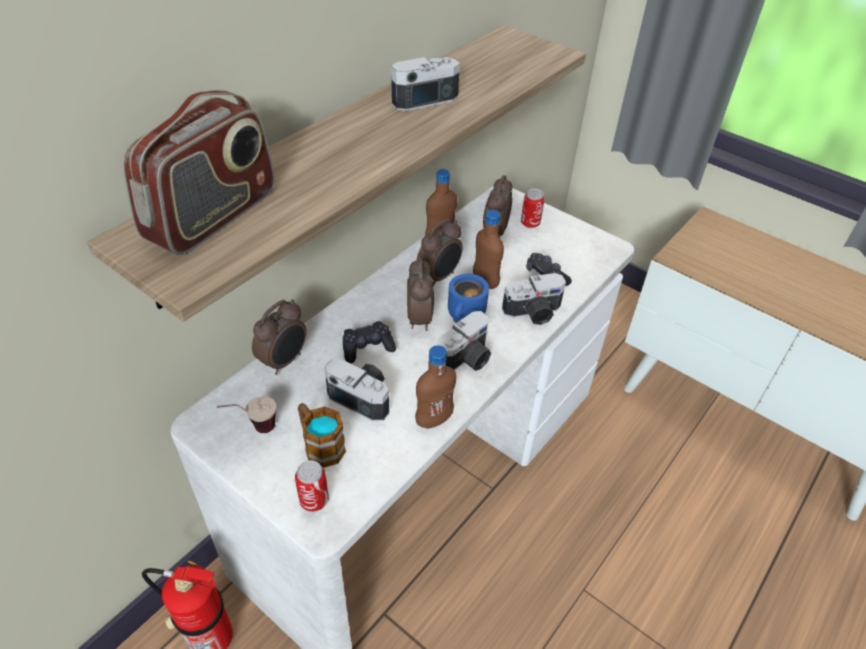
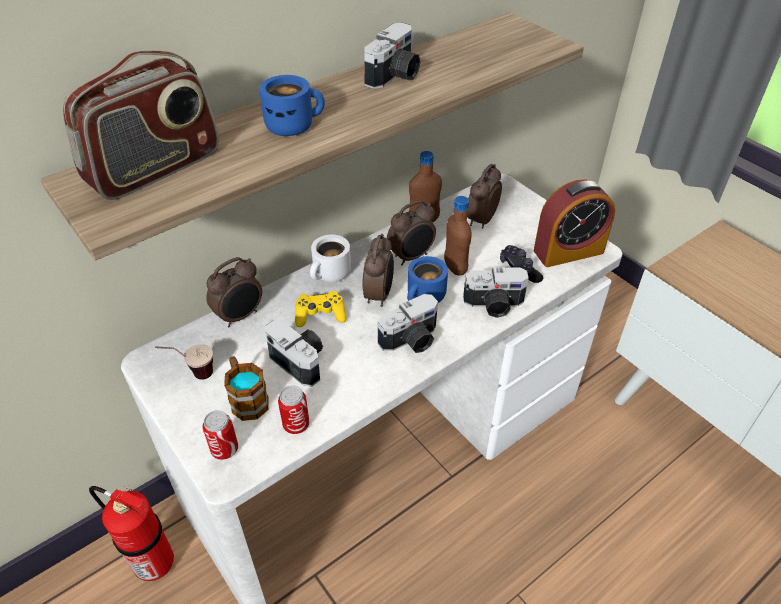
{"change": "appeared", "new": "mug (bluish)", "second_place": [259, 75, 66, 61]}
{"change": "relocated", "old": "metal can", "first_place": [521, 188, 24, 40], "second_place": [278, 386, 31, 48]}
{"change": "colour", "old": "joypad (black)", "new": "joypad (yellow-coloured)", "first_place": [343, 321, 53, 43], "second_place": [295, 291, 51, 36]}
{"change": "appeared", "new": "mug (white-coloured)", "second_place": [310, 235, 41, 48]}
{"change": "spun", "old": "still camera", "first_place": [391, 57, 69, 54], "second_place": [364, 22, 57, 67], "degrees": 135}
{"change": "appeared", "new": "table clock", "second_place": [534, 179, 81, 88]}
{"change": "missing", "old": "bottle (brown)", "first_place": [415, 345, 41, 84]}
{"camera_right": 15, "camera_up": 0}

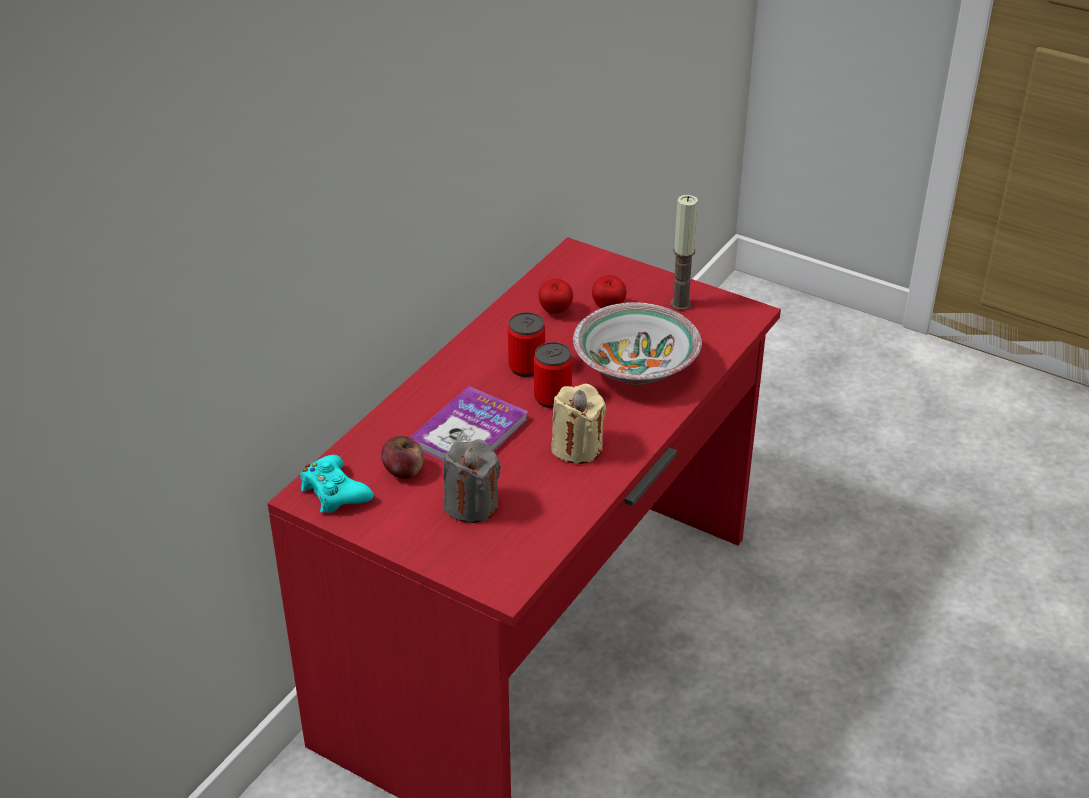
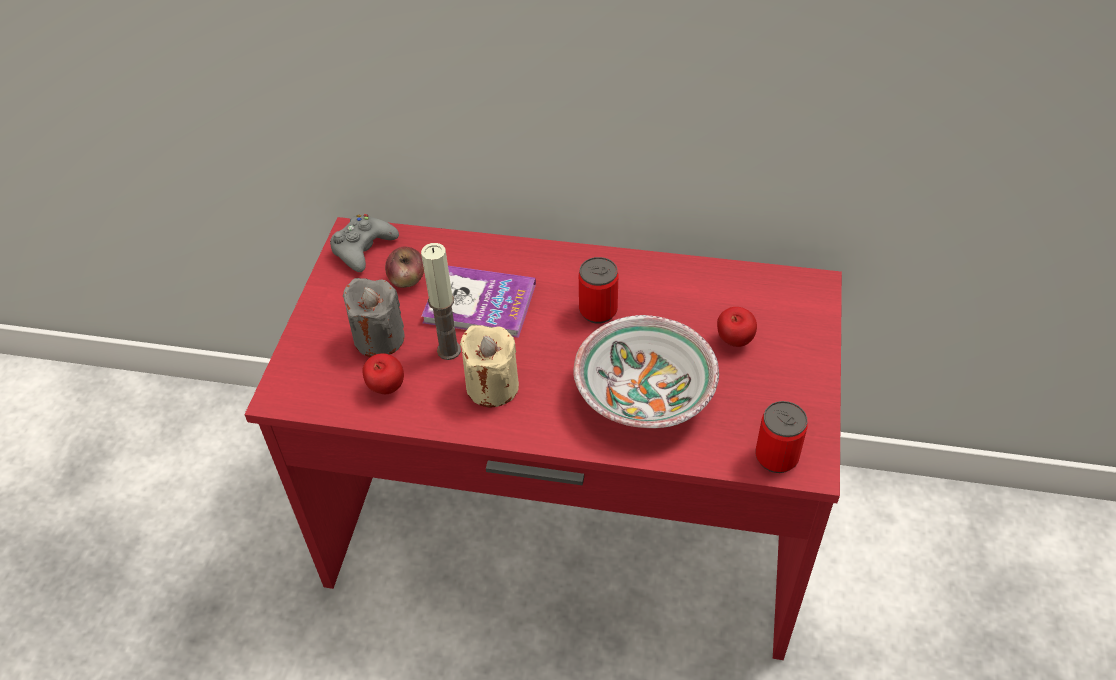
{"change": "colour", "old": "joypad (turquoise-coloured)", "new": "joypad (greyish)", "first_place": [300, 455, 74, 58], "second_place": [330, 214, 69, 58]}
{"change": "relocated", "old": "whole apple", "first_place": [539, 279, 34, 35], "second_place": [362, 353, 42, 41]}
{"change": "relocated", "old": "candle", "first_place": [670, 195, 28, 116], "second_place": [421, 243, 40, 117]}
{"change": "relocated", "old": "metal can", "first_place": [534, 342, 38, 66], "second_place": [755, 401, 53, 72]}
{"camera_right": 70, "camera_up": 10}

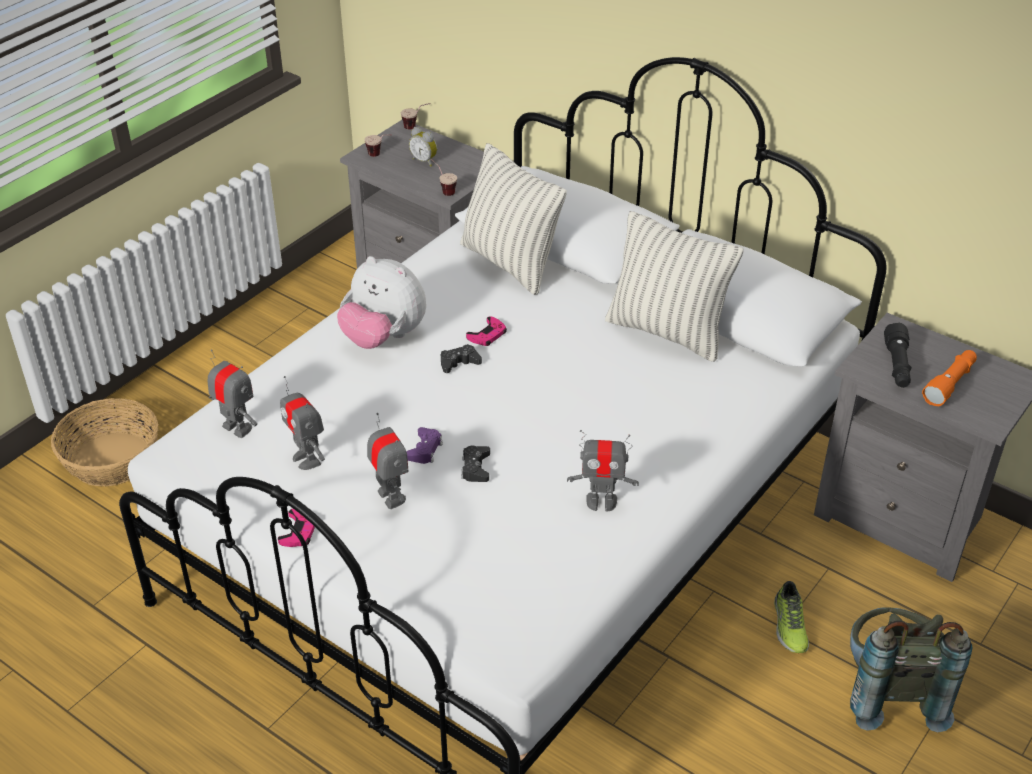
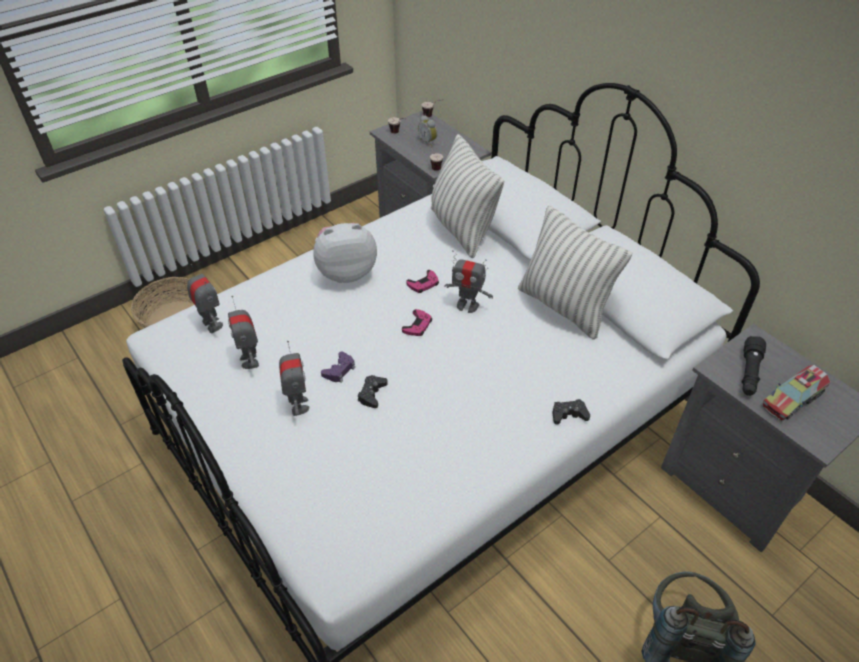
{"change": "spun", "old": "cuddly toy", "first_place": [337, 256, 89, 93], "second_place": [313, 223, 64, 60], "degrees": 120}
{"change": "relocated", "old": "joypad (pink-coloured)", "first_place": [278, 509, 37, 38], "second_place": [402, 309, 30, 27]}
{"change": "relocated", "old": "robot figure", "first_place": [567, 430, 72, 82], "second_place": [444, 250, 49, 63]}
{"change": "relocated", "old": "joypad (black)", "first_place": [441, 344, 41, 29], "second_place": [552, 399, 38, 26]}
{"change": "exchanged", "old": "flashlight (orange)", "new": "toy lorry", "first_place": [922, 350, 55, 57], "second_place": [762, 365, 69, 56]}
{"change": "missing", "old": "item of footwear", "first_place": [774, 581, 35, 72]}
{"camera_right": 15, "camera_up": 5}

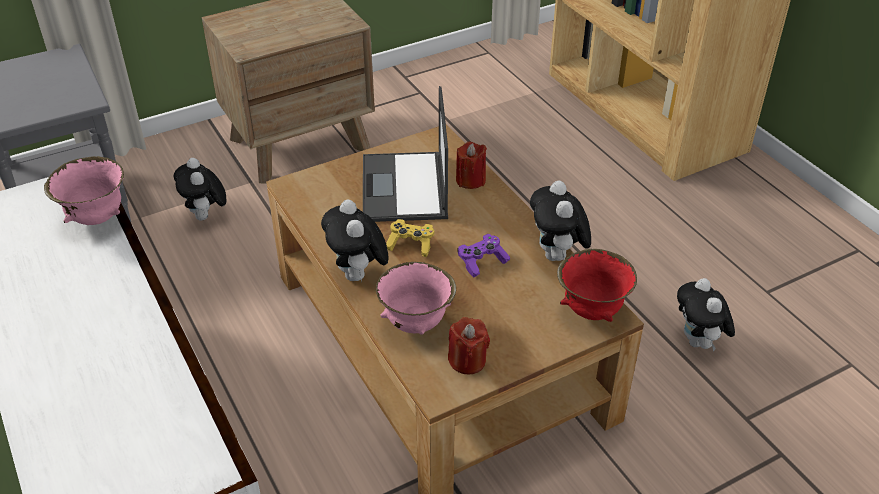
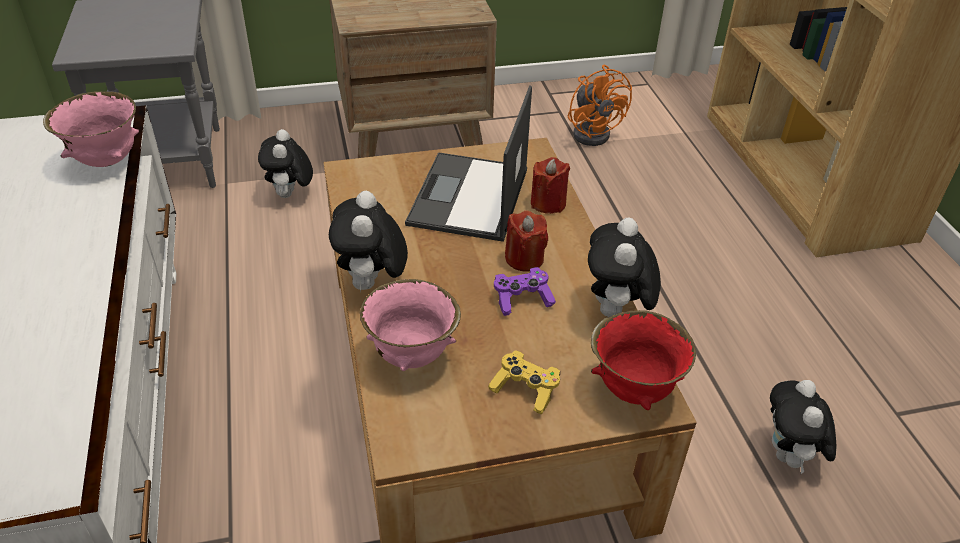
{"change": "relocated", "old": "joypad (yellow-coloured)", "first_place": [386, 219, 48, 38], "second_place": [488, 351, 72, 64]}
{"change": "relocated", "old": "candle (red-coloured)", "first_place": [448, 317, 42, 57], "second_place": [505, 210, 43, 61]}
{"change": "appeared", "new": "fan (orange)", "second_place": [568, 65, 64, 81]}
{"camera_right": 15, "camera_up": 0}

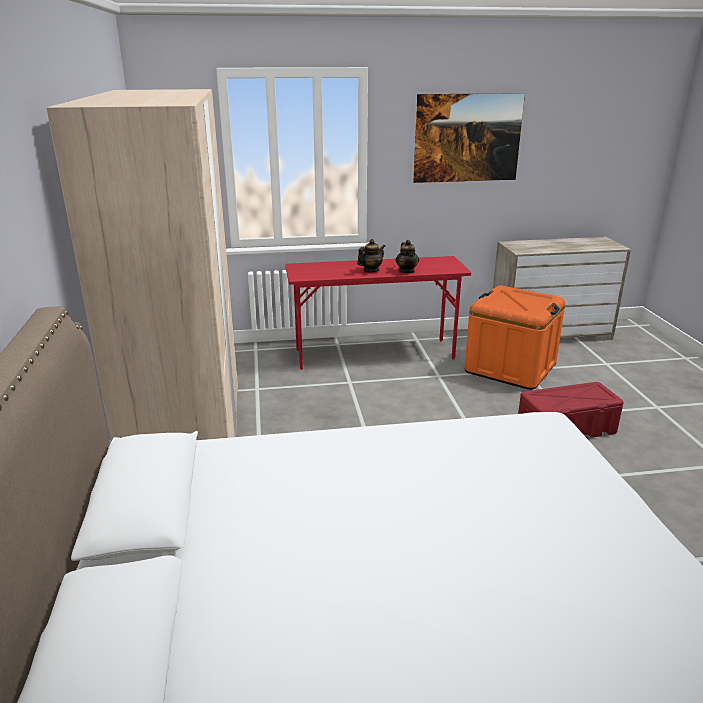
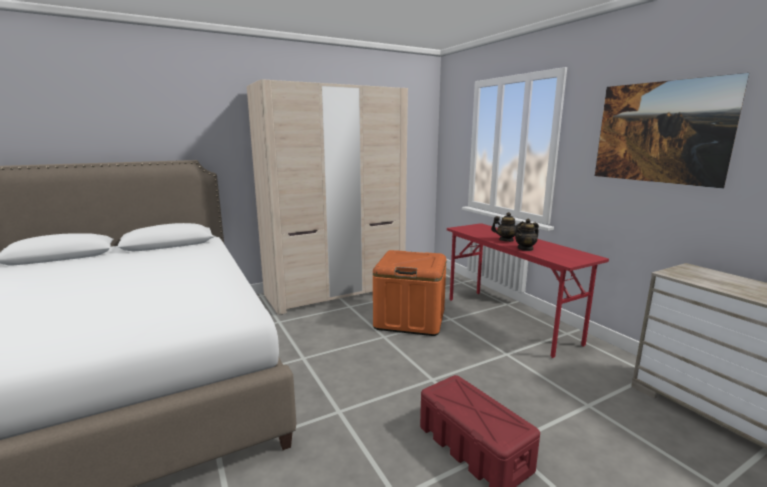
{"change": "relocated", "old": "storage bin (orange)", "first_place": [464, 285, 101, 105], "second_place": [373, 250, 73, 86]}
{"camera_right": 70, "camera_up": -10}

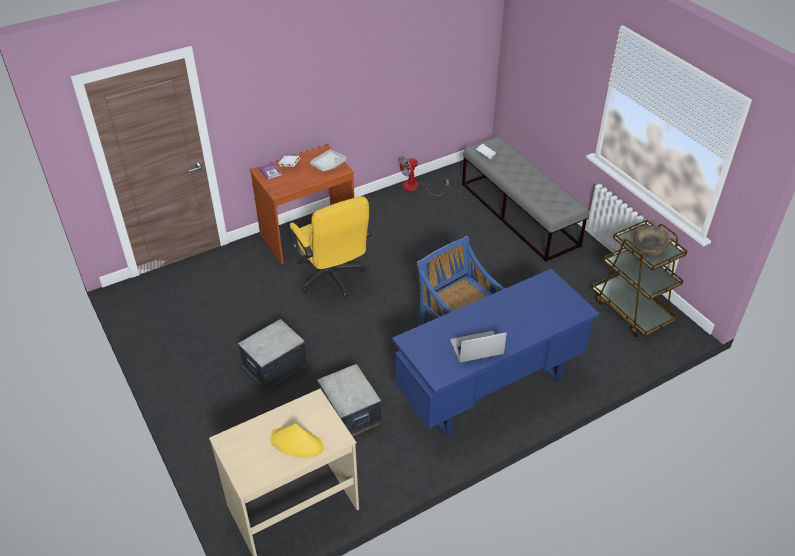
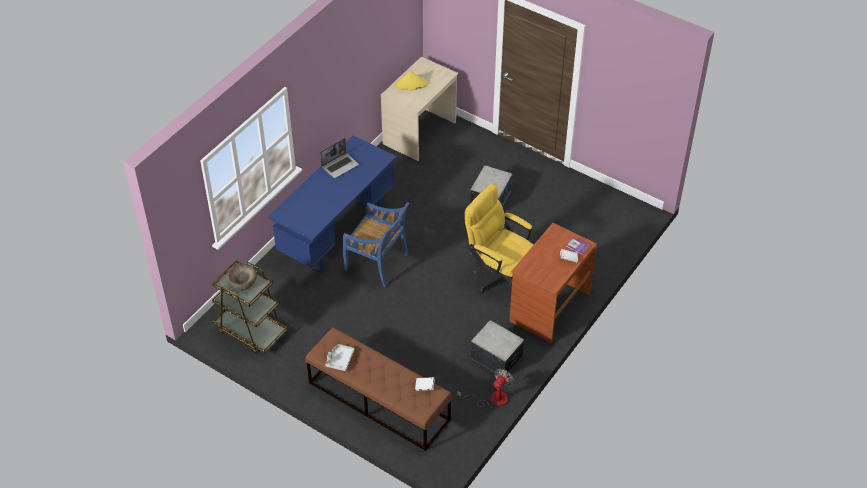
{"change": "colour", "old": "long seat (greyish)", "new": "long seat (brown)", "first_place": [462, 137, 127, 125], "second_place": [306, 327, 146, 124]}
{"change": "relocated", "old": "carrying tray (greyish)", "first_place": [310, 149, 36, 22], "second_place": [325, 344, 30, 27]}
{"change": "relocated", "old": "storage bin", "first_place": [317, 364, 65, 72], "second_place": [470, 320, 55, 54]}
{"camera_right": 155, "camera_up": 5}

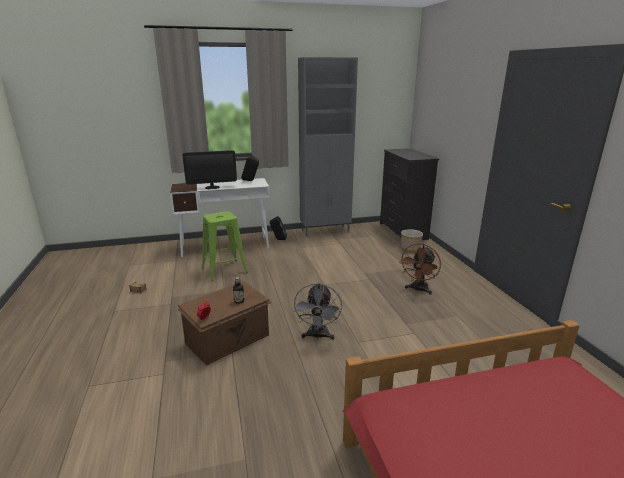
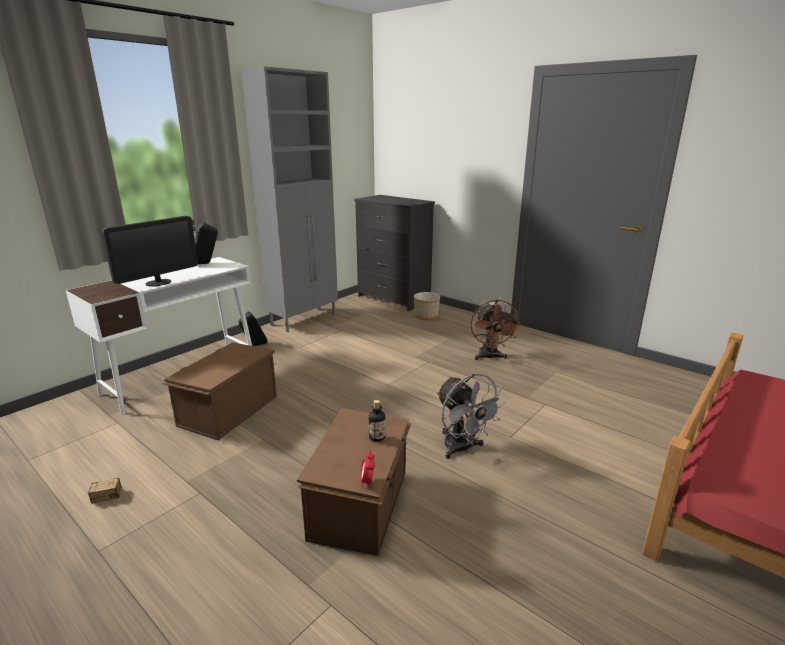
{"change": "exchanged", "old": "stool (green)", "new": "storage bin (brown)", "first_place": [202, 211, 46, 70], "second_place": [162, 342, 115, 98]}
{"camera_right": -35, "camera_up": 0}

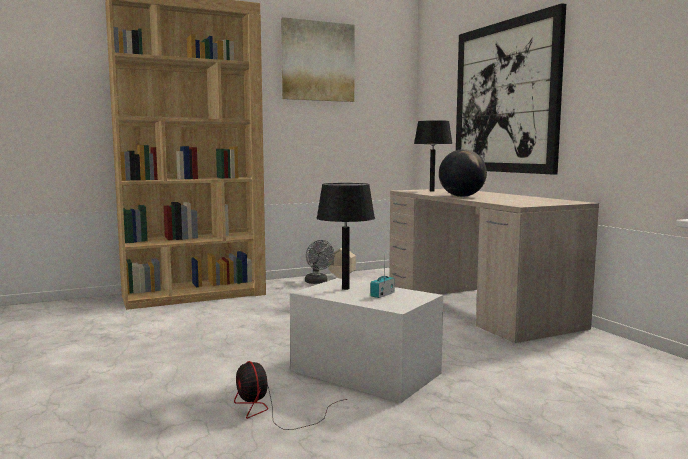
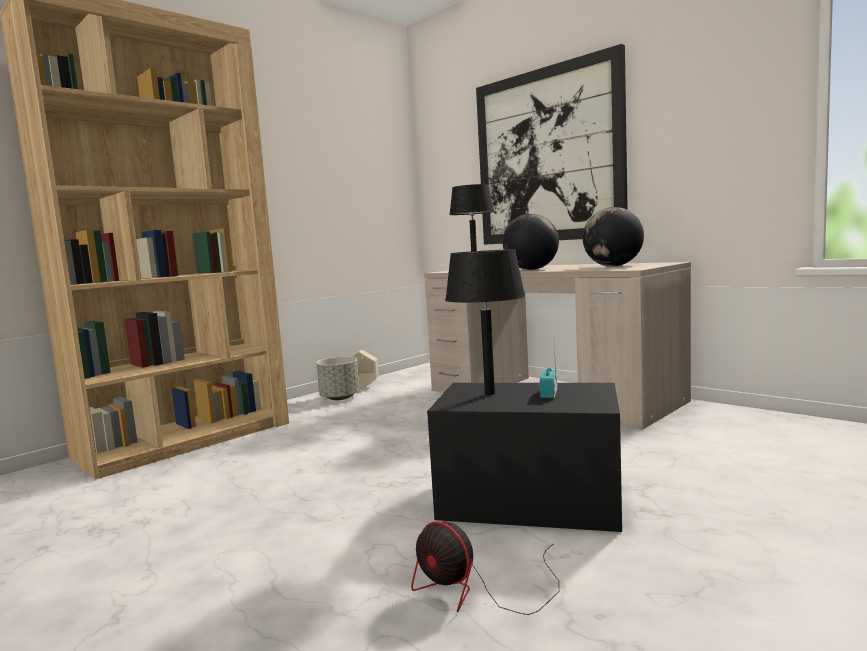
{"change": "exchanged", "old": "fan (greyish)", "new": "flower pot (greyish)", "first_place": [305, 240, 30, 44], "second_place": [316, 357, 44, 43]}
{"change": "colour", "old": "storage bin (white-coloured)", "new": "storage bin (black)", "first_place": [290, 278, 153, 125], "second_place": [427, 383, 195, 149]}
{"change": "appeared", "new": "world globe", "second_place": [583, 207, 61, 60]}
{"change": "missing", "old": "wall picture", "first_place": [281, 17, 74, 85]}
{"camera_right": -20, "camera_up": 0}

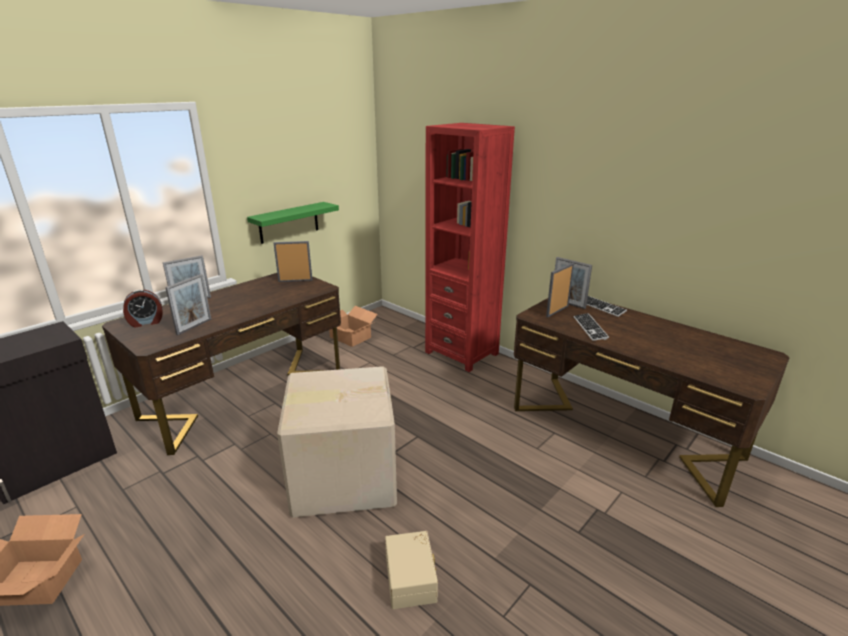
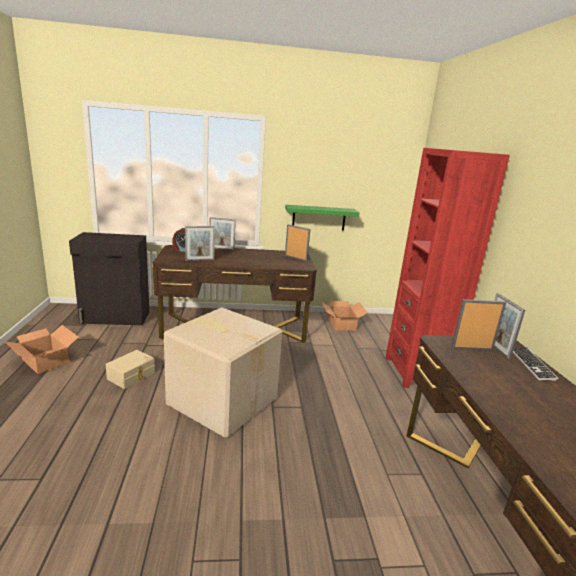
{"change": "relocated", "old": "storage bin (sand-coloured)", "first_place": [385, 531, 53, 78], "second_place": [106, 350, 49, 39]}
{"change": "missing", "old": "keyboard", "first_place": [574, 313, 35, 28]}
{"camera_right": 40, "camera_up": -5}

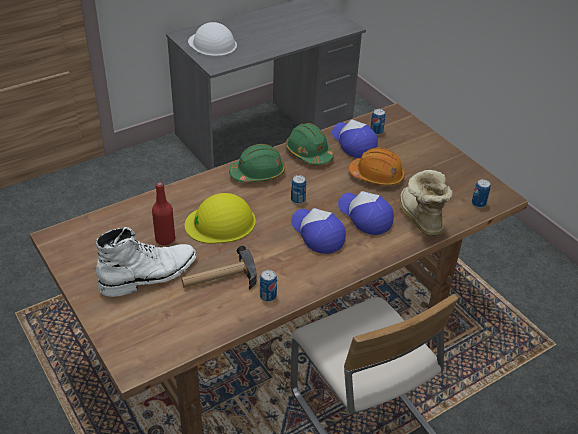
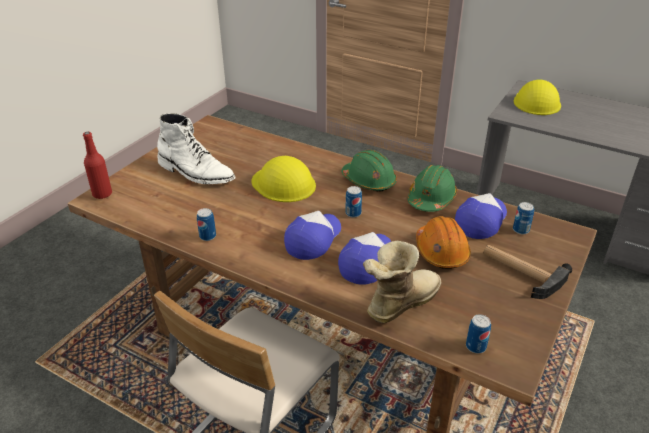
{"change": "relocated", "old": "bottle (red-coloured)", "first_place": [152, 182, 23, 63], "second_place": [83, 132, 29, 67]}
{"change": "relocated", "old": "hand hammer", "first_place": [181, 246, 76, 44], "second_place": [484, 245, 88, 54]}
{"change": "colour", "old": "work helmet (white-coloured)", "new": "work helmet (yellow-coloured)", "first_place": [188, 22, 49, 34], "second_place": [514, 80, 47, 35]}
{"camera_right": 65, "camera_up": -5}

